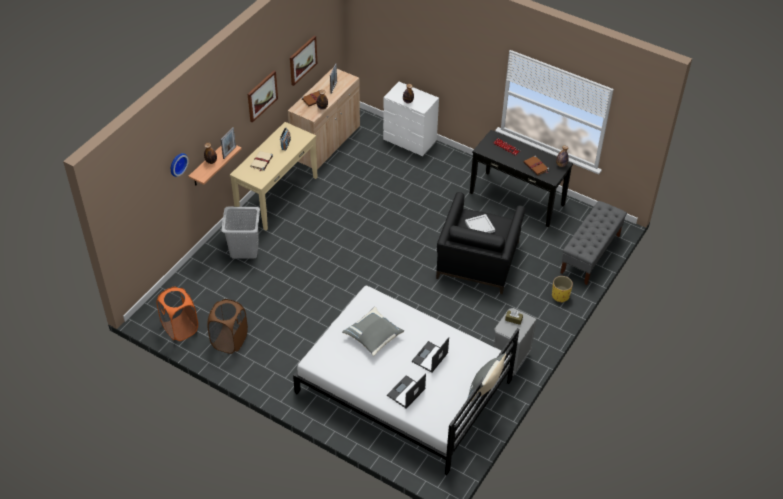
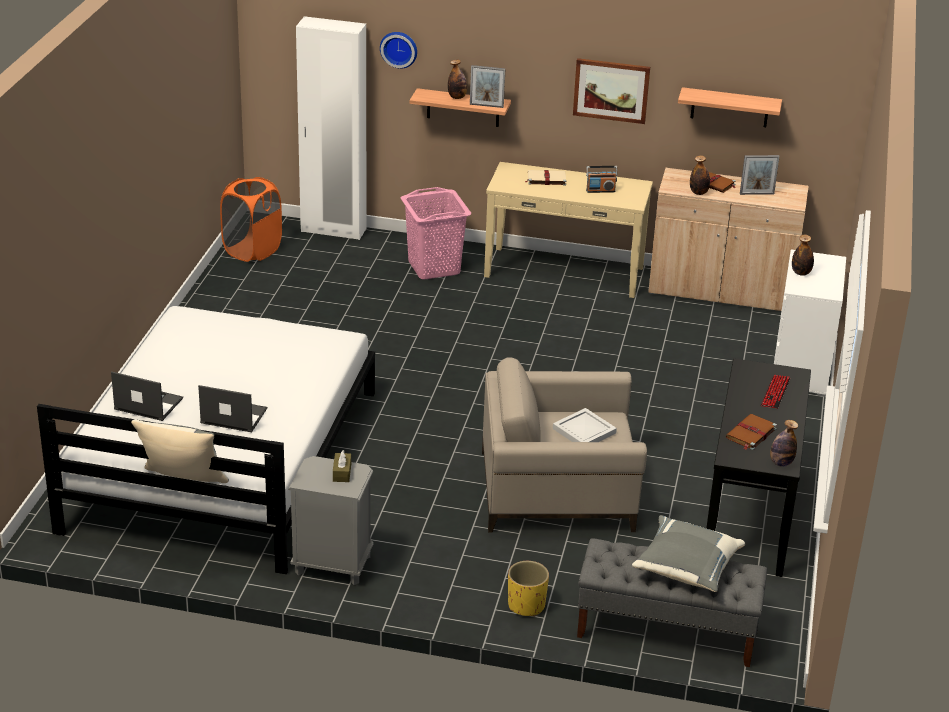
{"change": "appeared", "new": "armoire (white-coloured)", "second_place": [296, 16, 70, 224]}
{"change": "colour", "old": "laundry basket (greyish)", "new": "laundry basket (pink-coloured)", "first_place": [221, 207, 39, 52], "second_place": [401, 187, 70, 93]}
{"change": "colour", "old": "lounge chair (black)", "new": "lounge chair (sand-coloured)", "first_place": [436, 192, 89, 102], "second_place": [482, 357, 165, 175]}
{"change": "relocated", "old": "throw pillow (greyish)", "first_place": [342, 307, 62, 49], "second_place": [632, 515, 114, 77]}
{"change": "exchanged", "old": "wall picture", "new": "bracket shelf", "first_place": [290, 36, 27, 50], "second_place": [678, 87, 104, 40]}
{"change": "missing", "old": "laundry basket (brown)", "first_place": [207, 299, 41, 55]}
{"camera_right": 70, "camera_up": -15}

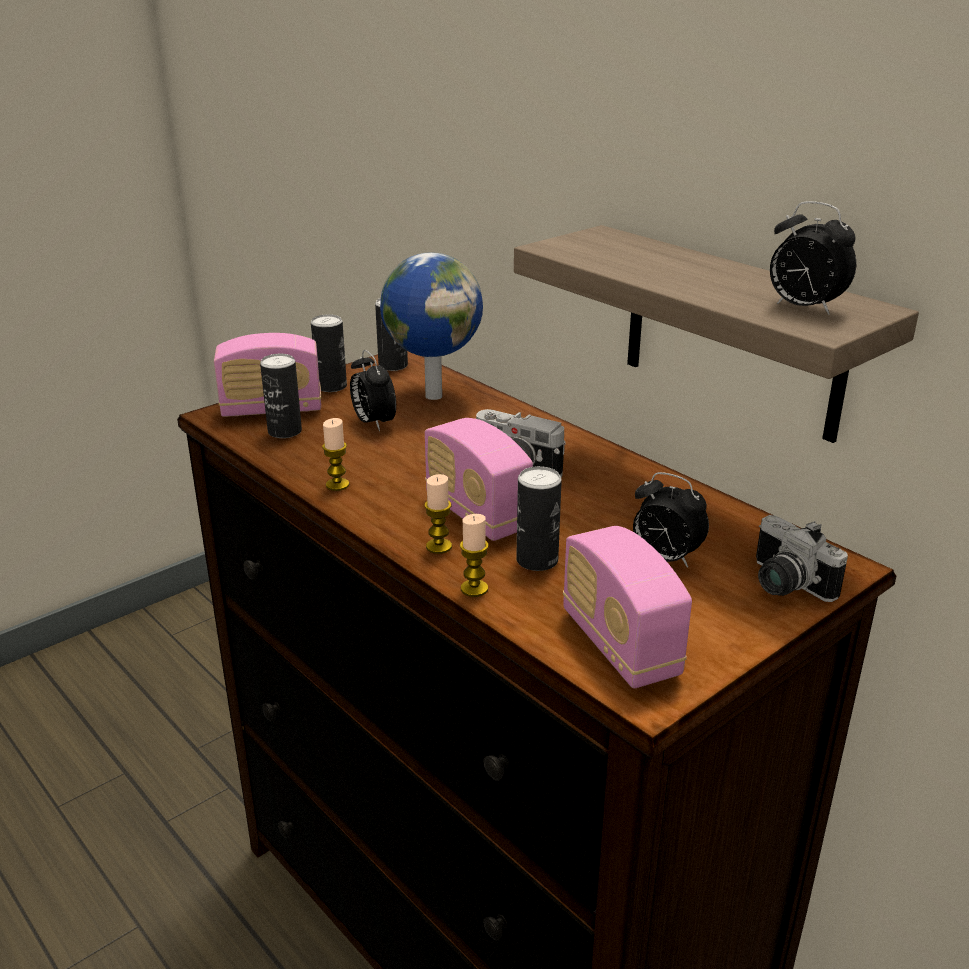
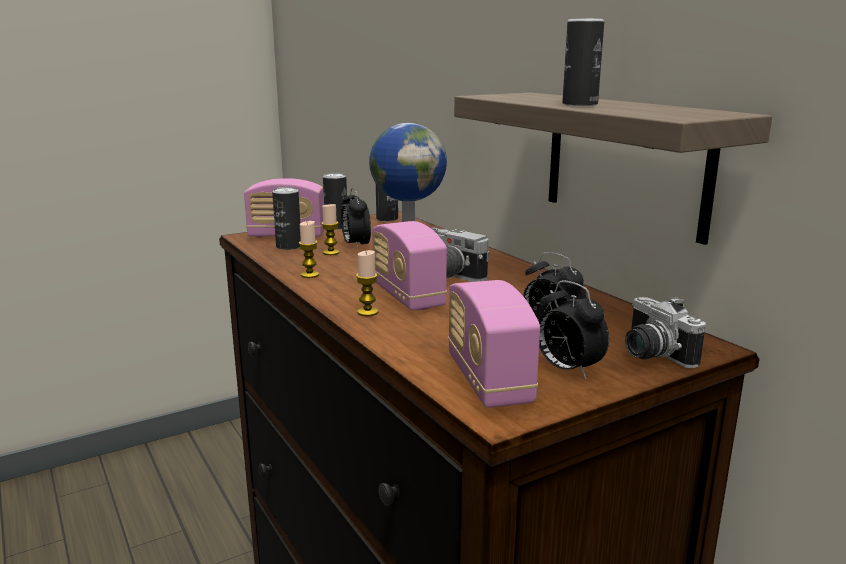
{"change": "relocated", "old": "candle", "first_place": [460, 514, 29, 83], "second_place": [321, 204, 19, 51]}
{"change": "relocated", "old": "table clock", "first_place": [770, 201, 86, 114], "second_place": [539, 281, 70, 98]}
{"change": "relocated", "old": "metal can", "first_place": [516, 466, 46, 105], "second_place": [562, 18, 42, 88]}
{"camera_right": 10, "camera_up": -10}

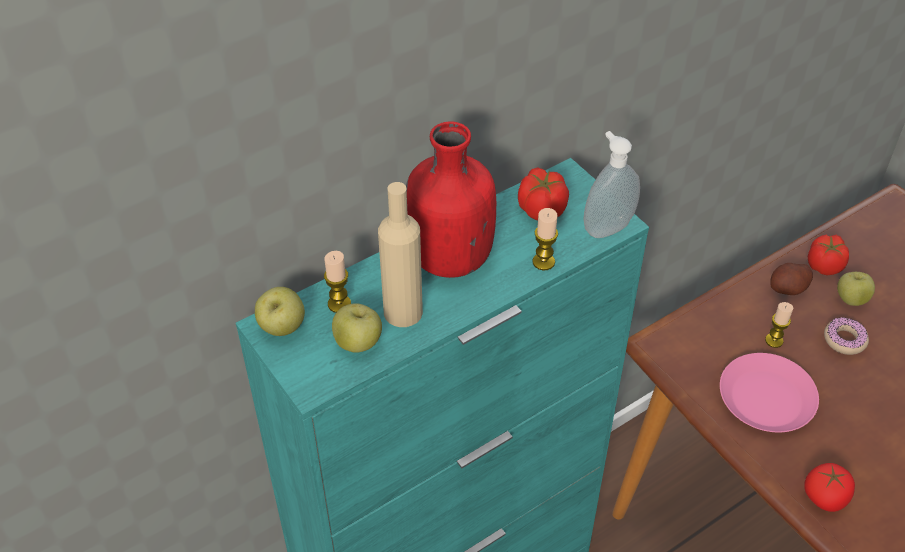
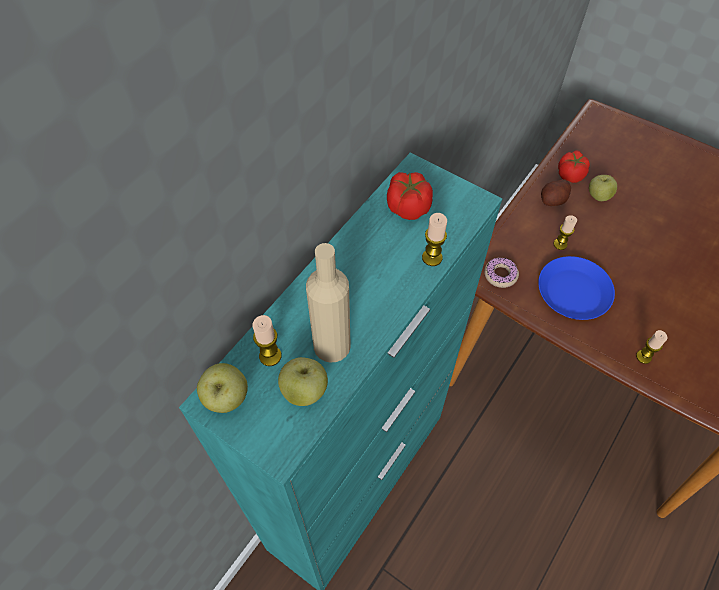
{"change": "relocated", "old": "ring doughnut", "first_place": [824, 317, 45, 38], "second_place": [484, 258, 35, 30]}
{"change": "colour", "old": "plate (pink-coloured)", "new": "plate (bluish)", "first_place": [720, 353, 99, 79], "second_place": [538, 256, 77, 64]}
{"change": "exchanged", "old": "tomato", "new": "candle", "first_place": [804, 463, 51, 49], "second_place": [636, 330, 32, 34]}
{"change": "missing", "old": "bottle (red-coloured)", "first_place": [406, 121, 90, 157]}
{"change": "missing", "old": "liquid soap bottle", "first_place": [584, 131, 56, 107]}
{"camera_right": -20, "camera_up": 10}

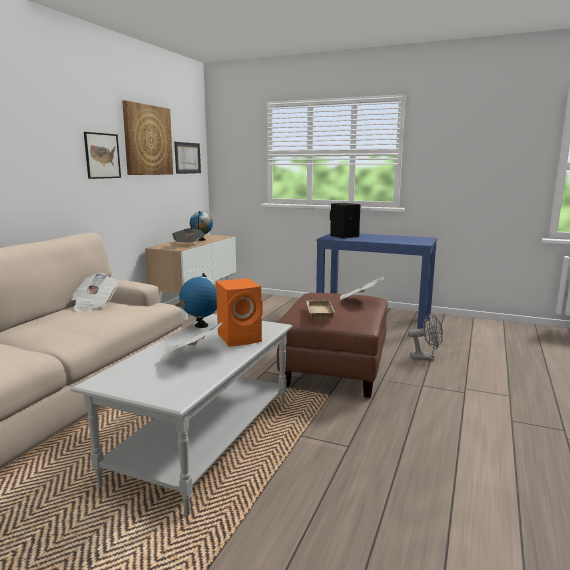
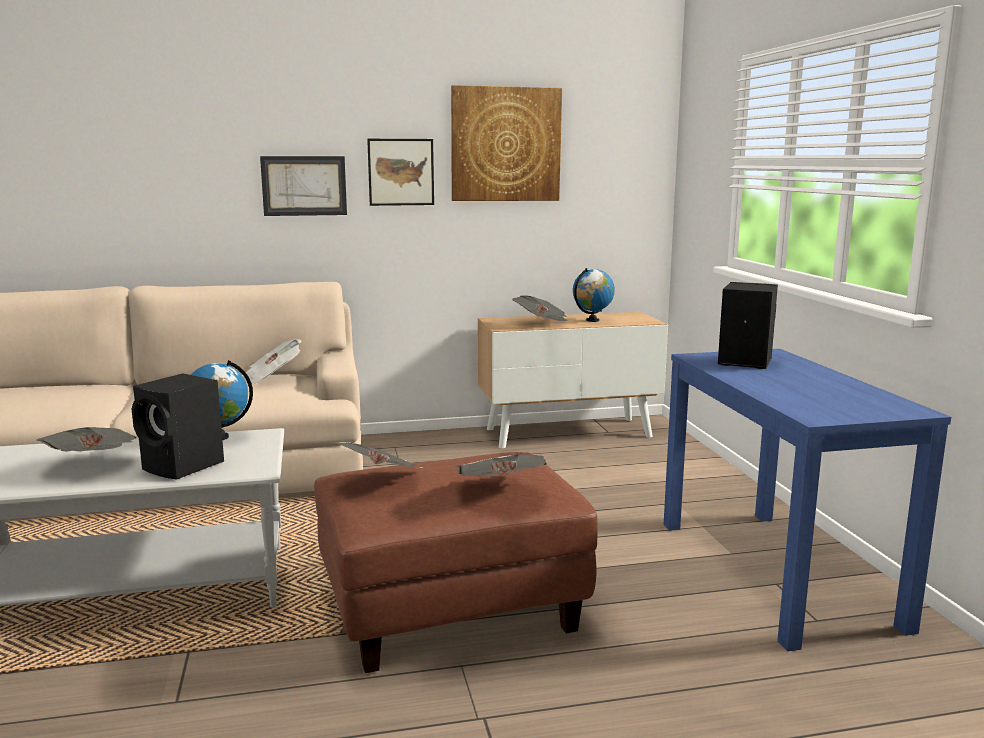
{"change": "colour", "old": "loudspeaker (orange)", "new": "loudspeaker (black)", "first_place": [216, 278, 47, 69], "second_place": [132, 373, 92, 107]}
{"change": "relocated", "old": "wall picture", "first_place": [174, 142, 27, 32], "second_place": [260, 156, 87, 60]}
{"change": "exchanged", "old": "carrying tray (sand-coloured)", "new": "daily paper", "first_place": [306, 300, 29, 19], "second_place": [332, 442, 87, 26]}
{"change": "missing", "old": "fan (greyish)", "first_place": [408, 313, 35, 47]}
{"camera_right": 55, "camera_up": 0}

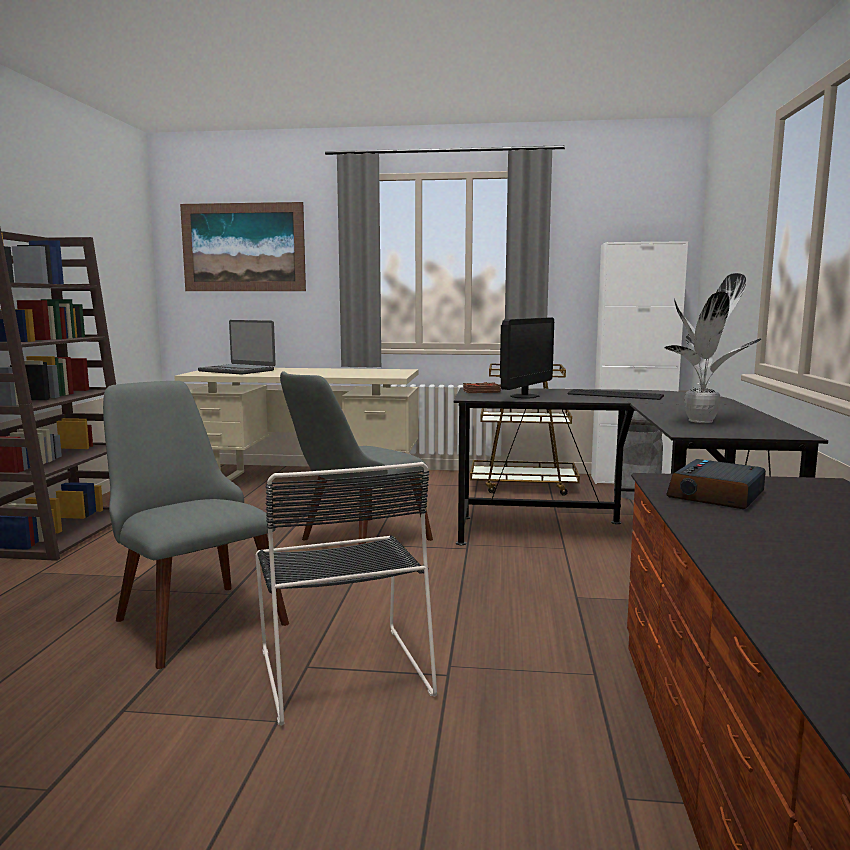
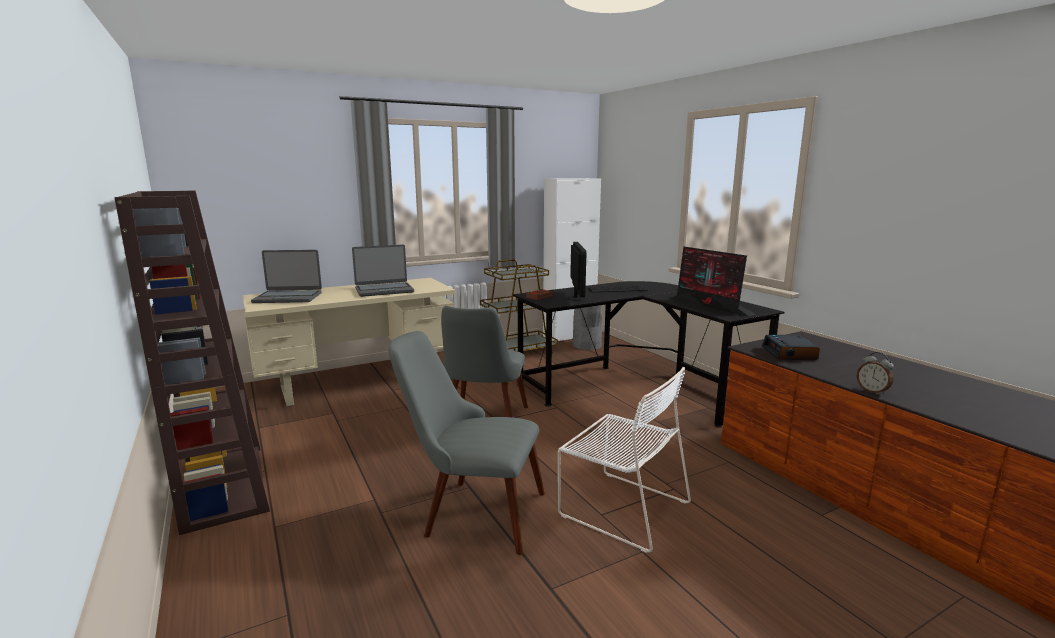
{"change": "appeared", "new": "notebook computer", "second_place": [352, 245, 62, 52]}
{"change": "colour", "old": "plain chair (black)", "new": "plain chair (white-coloured)", "first_place": [255, 462, 182, 263], "second_place": [558, 367, 133, 186]}
{"change": "exchanged", "old": "plant in a pot", "new": "monitor", "first_place": [665, 273, 96, 150], "second_place": [669, 247, 87, 69]}
{"change": "appeared", "new": "table clock", "second_place": [857, 352, 37, 43]}
{"change": "missing", "old": "wall picture", "first_place": [180, 202, 126, 89]}
{"camera_right": -35, "camera_up": 5}

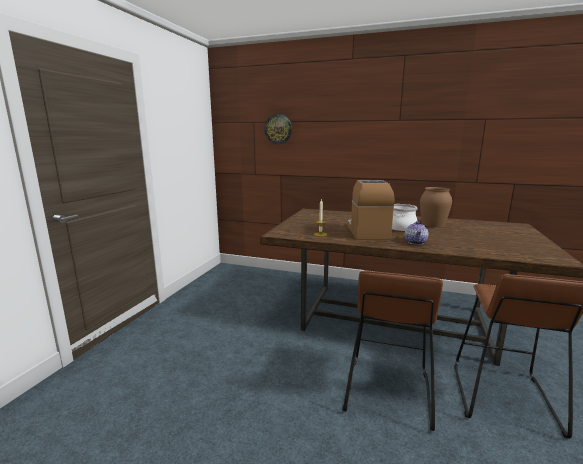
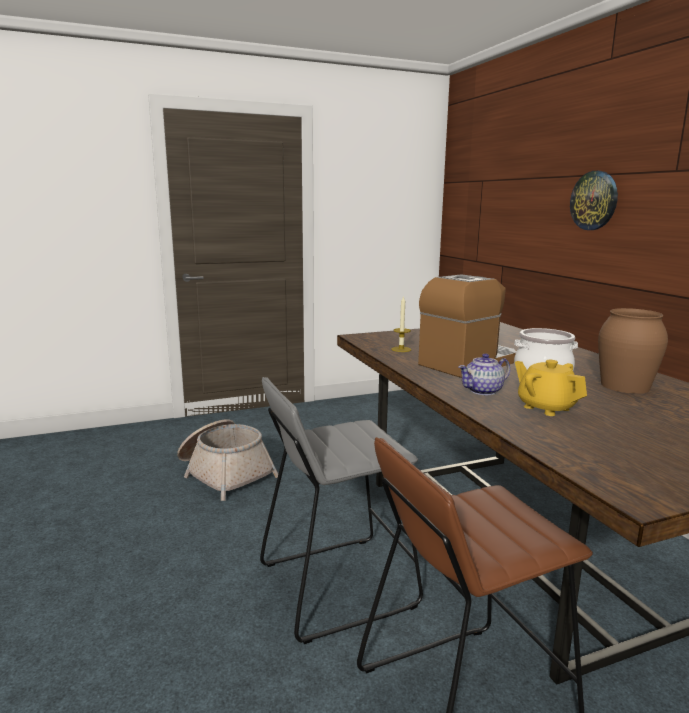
{"change": "appeared", "new": "household basket", "second_place": [177, 419, 101, 82]}
{"change": "colour", "old": "stool (brown)", "new": "stool (greyish)", "first_place": [342, 270, 101, 161], "second_place": [260, 377, 163, 267]}
{"change": "appeared", "new": "tea pot (yellow-coloured)", "second_place": [515, 360, 72, 56]}
{"change": "relocated", "old": "hanging clock", "first_place": [264, 114, 28, 30], "second_place": [570, 171, 48, 59]}
{"camera_right": 50, "camera_up": 0}

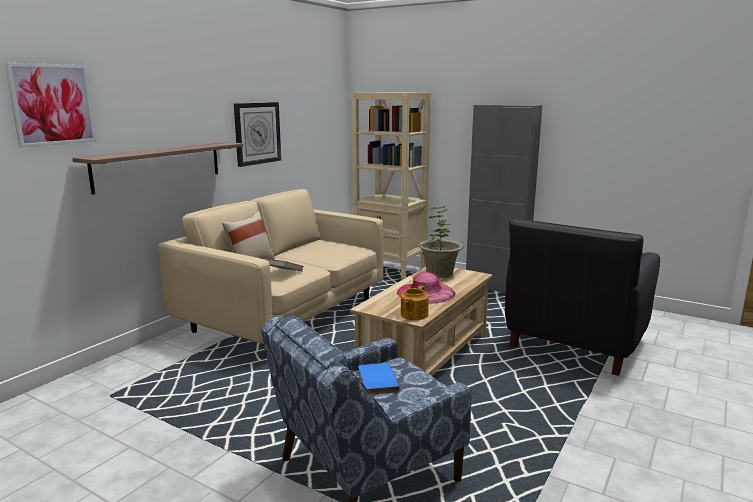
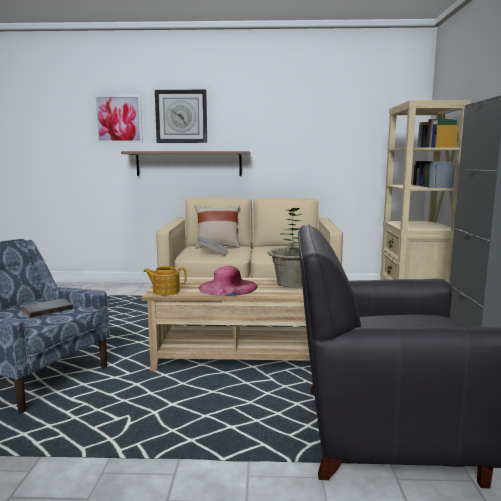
{"change": "colour", "old": "bound book (bluish)", "new": "bound book (greyish)", "first_place": [358, 363, 42, 32], "second_place": [22, 298, 51, 20]}
{"change": "relocated", "old": "hanging clock", "first_place": [234, 102, 47, 65], "second_place": [155, 90, 52, 53]}
{"camera_right": 60, "camera_up": -5}

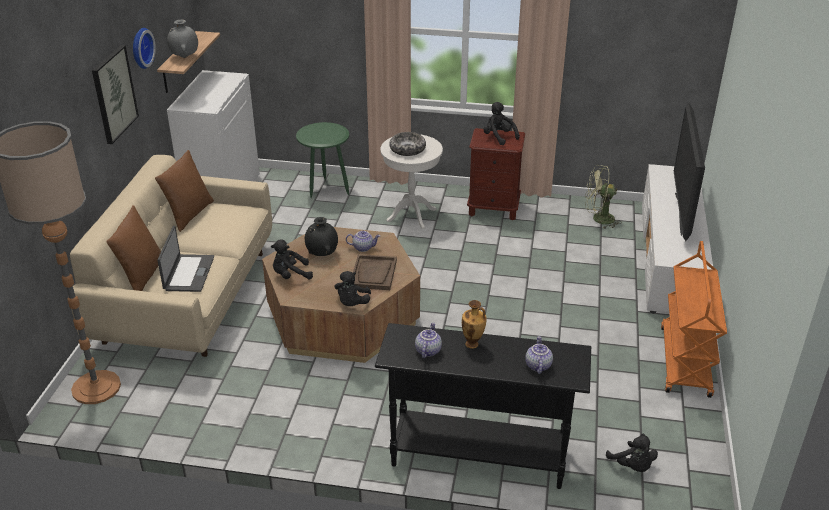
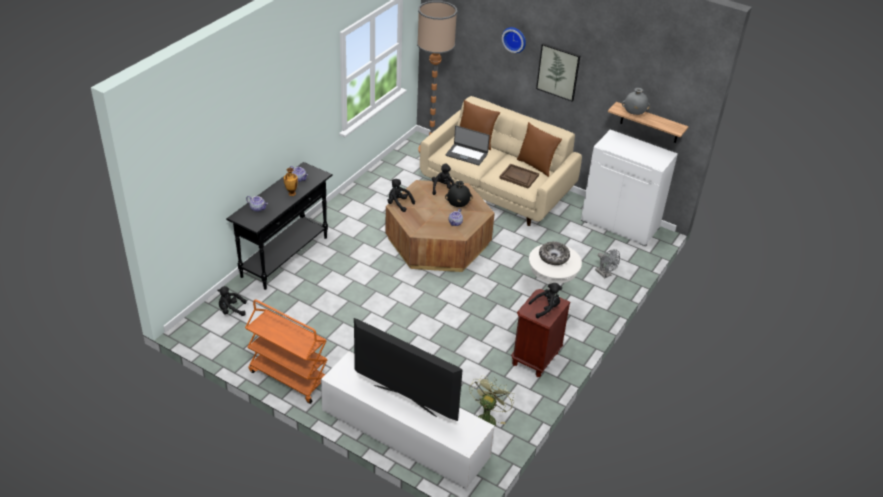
{"change": "relocated", "old": "carrying tray (brown)", "first_place": [353, 254, 44, 36], "second_place": [499, 164, 40, 25]}
{"change": "relocated", "old": "hanging clock", "first_place": [133, 28, 23, 41], "second_place": [502, 27, 24, 26]}
{"change": "exchanged", "old": "side table (green)", "new": "fan (greyish)", "first_place": [296, 122, 53, 76], "second_place": [595, 249, 25, 29]}
{"camera_right": 110, "camera_up": 5}

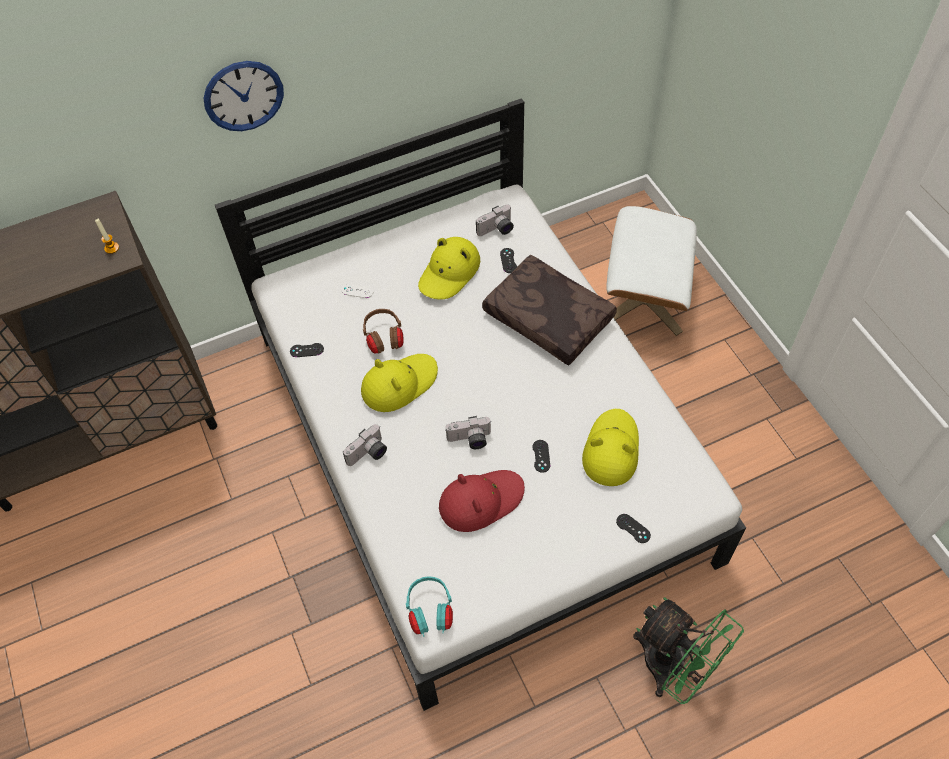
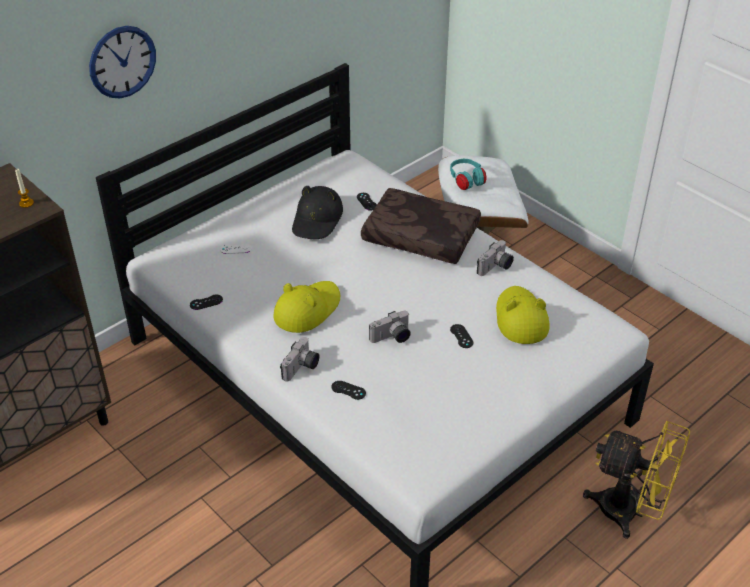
{"change": "colour", "old": "hat (yellow-coloured)", "new": "hat (black)", "first_place": [418, 237, 62, 63], "second_place": [292, 186, 51, 53]}
{"change": "relocated", "old": "joypad (black)", "first_place": [616, 514, 35, 29], "second_place": [331, 381, 35, 19]}
{"change": "relocated", "old": "headphones (turquoise-coloured)", "first_place": [406, 576, 47, 61], "second_place": [450, 159, 36, 31]}
{"change": "relocated", "old": "still camera", "first_place": [476, 204, 38, 32], "second_place": [477, 240, 37, 36]}
{"change": "colour", "old": "fan (green)", "new": "fan (yellow-coloured)", "first_place": [633, 597, 111, 107], "second_place": [583, 421, 107, 118]}
{"change": "missing", "old": "headphones (brown)", "first_place": [363, 309, 41, 45]}
{"change": "missing", "old": "hat (red-coloured)", "first_place": [439, 470, 86, 62]}
{"camera_right": -20, "camera_up": -15}

